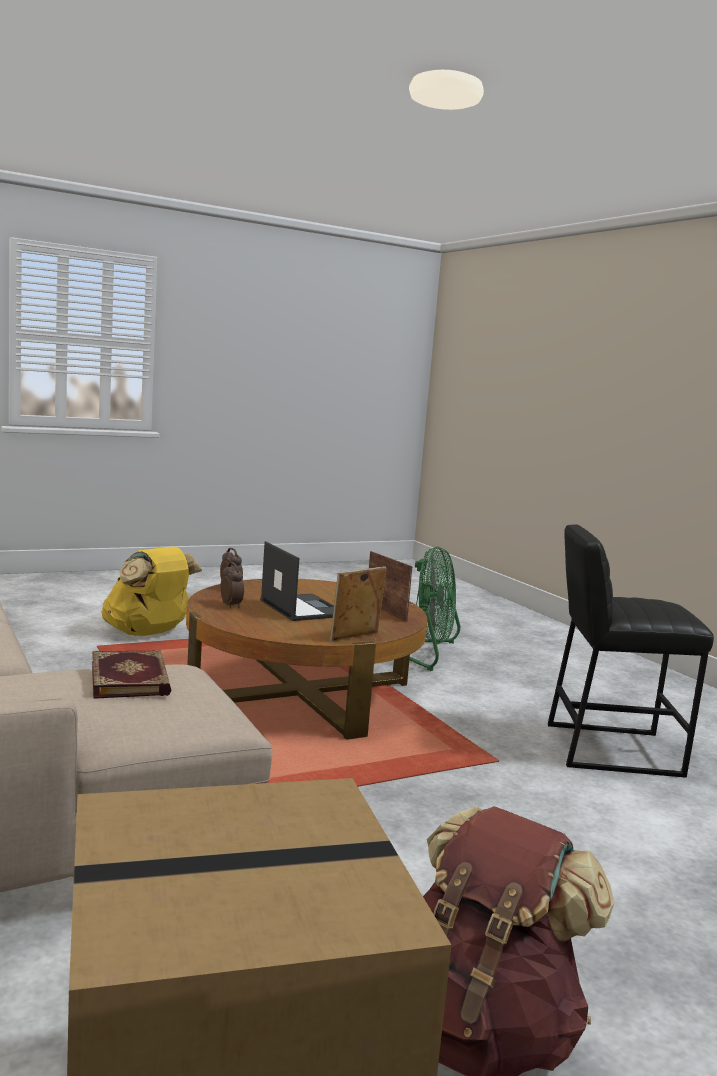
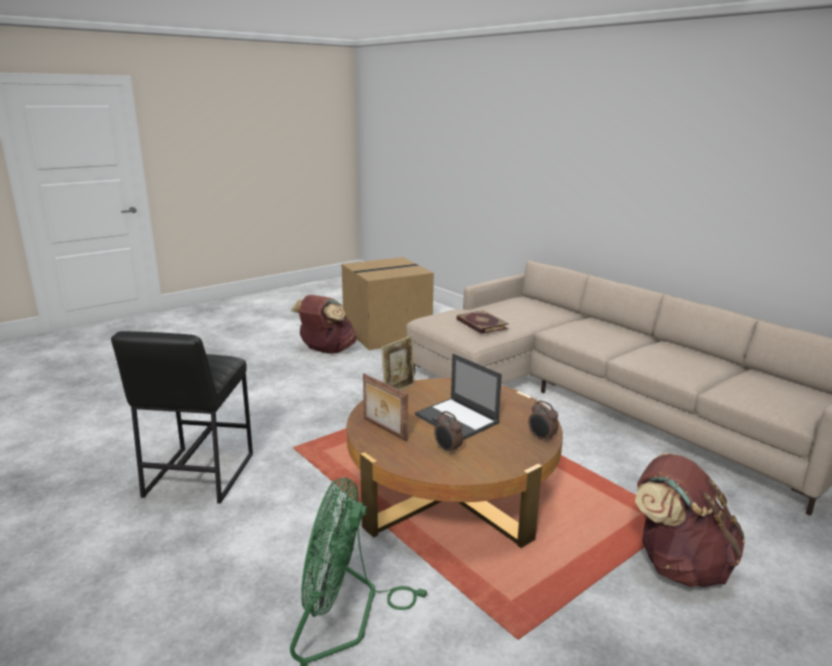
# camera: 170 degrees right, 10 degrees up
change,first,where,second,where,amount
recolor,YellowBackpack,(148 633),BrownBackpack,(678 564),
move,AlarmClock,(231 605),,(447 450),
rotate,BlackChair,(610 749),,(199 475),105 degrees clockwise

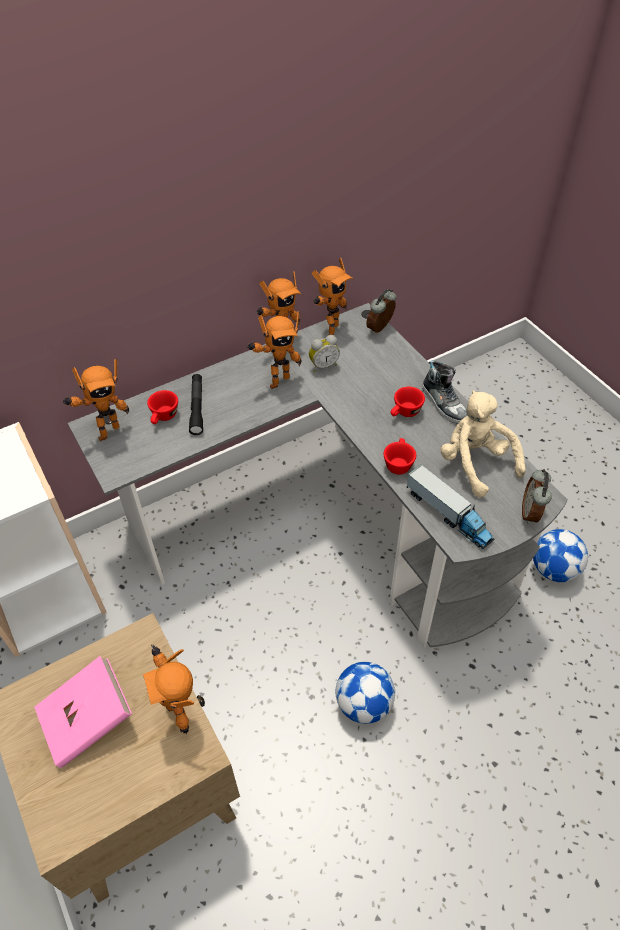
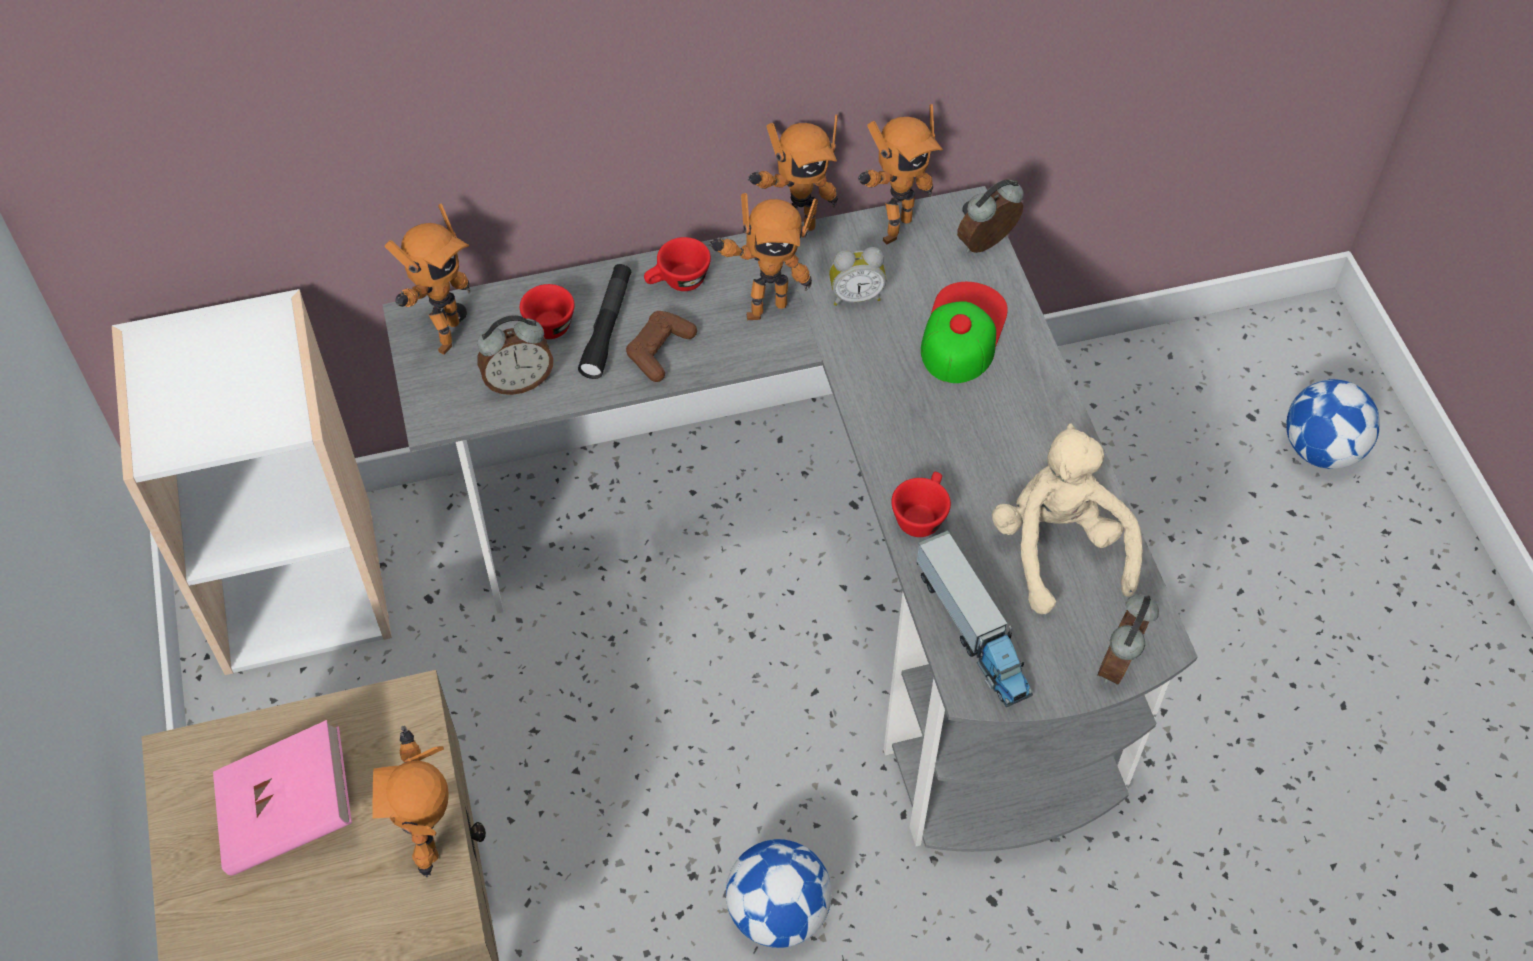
# camera: 15 degrees right, 5 degrees up
change,first,where,second,where,amount
rotate,ToyRobot,(106 431),,(442 336),45 degrees counterclockwise
move,RedCup,(405 413),,(678 282),
delete,Shoe,(444 403),,,
move,Football,(553 569),,(1321 449),
insert,,,AlarmClock,(518 382),
insert,,,BrownGameController,(660 351),
insert,,,Cap,(962 331),

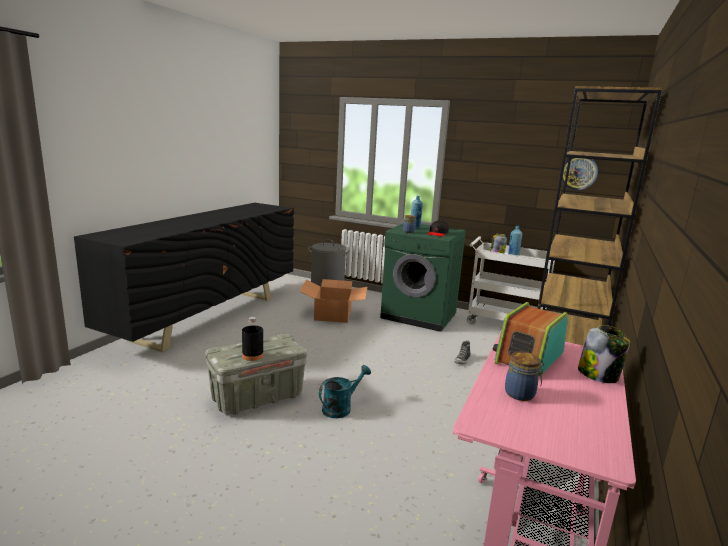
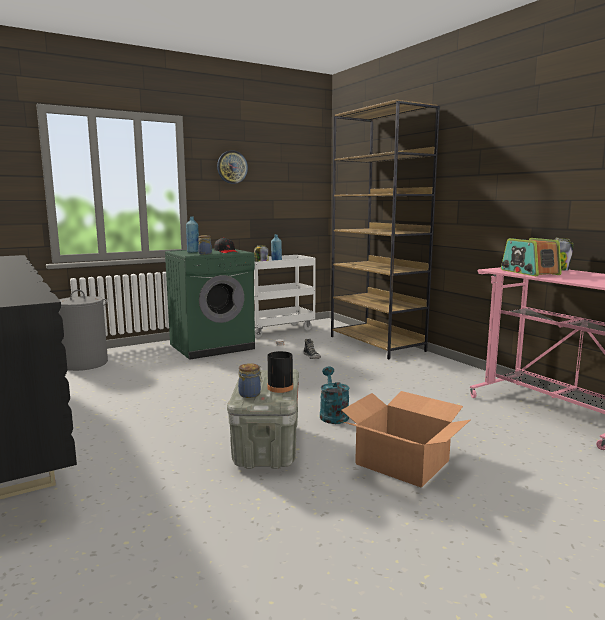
# camera: 55 degrees left, 5 degrees down
change,first,where,second,where,amount
move,CardboardBox,(333 314),,(402 462),
move,Jar,(521 394),,(250 394),
move,WallClock,(578 172),,(232 167),

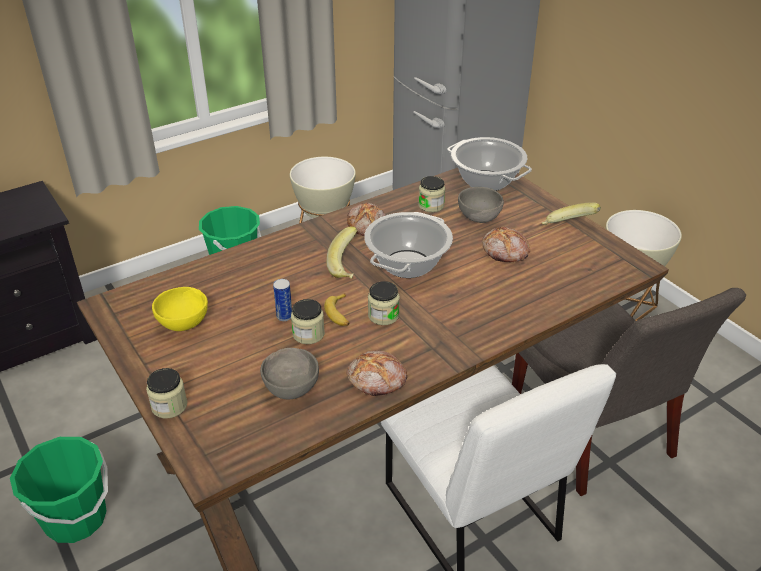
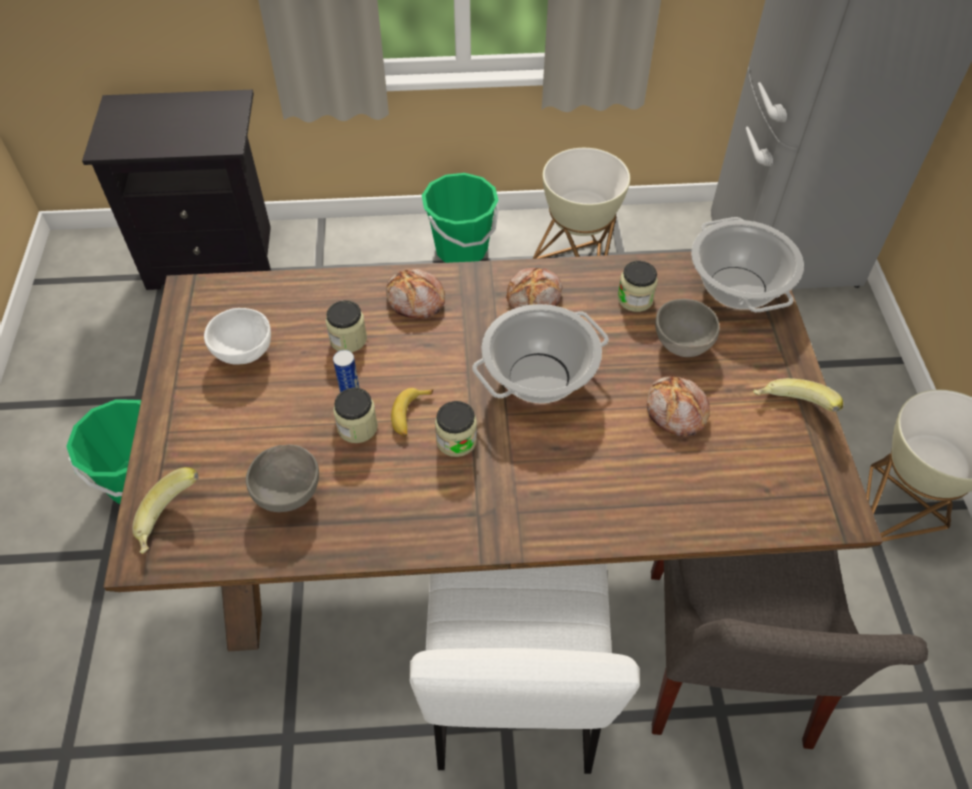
# camera: 30 degrees right, 15 degrees up
change,first,where,second,where,amount
move,Jar,(169 406),,(348 339),
recolor,YellowBowl,(184 324),WhiteBowl,(244 353),
move,Banana,(348 266),,(171 522),
move,Bread,(377 380),,(415 301),

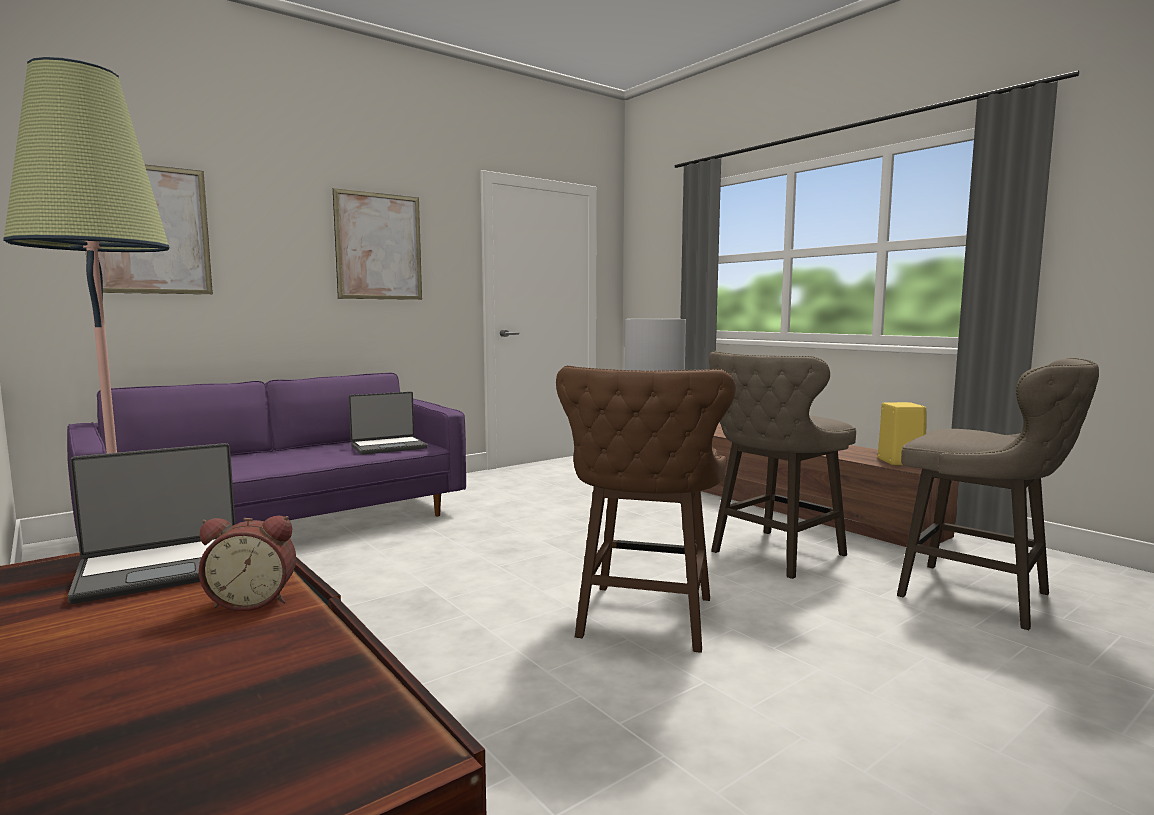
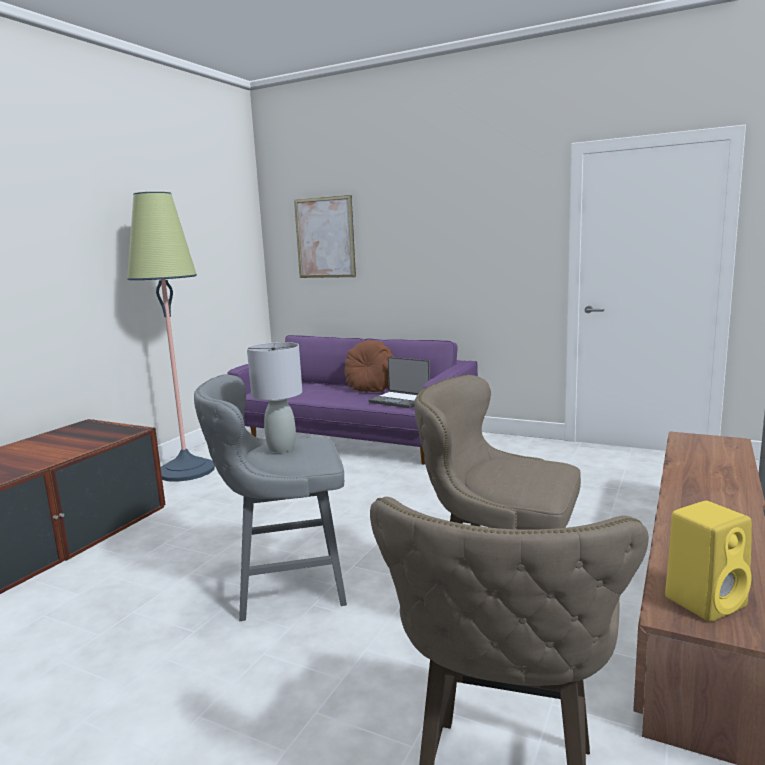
# camera: 65 degrees right, 5 degrees up
change,first,where,second,where,amount
delete,Laptop,(163 569),,,
delete,AlarmClock,(253 601),,,
delete,Picture,(379 246),,,
recolor,BrownStool,(644 620),GreyStool,(283 586),
insert,,,BrownPillow,(370 390),

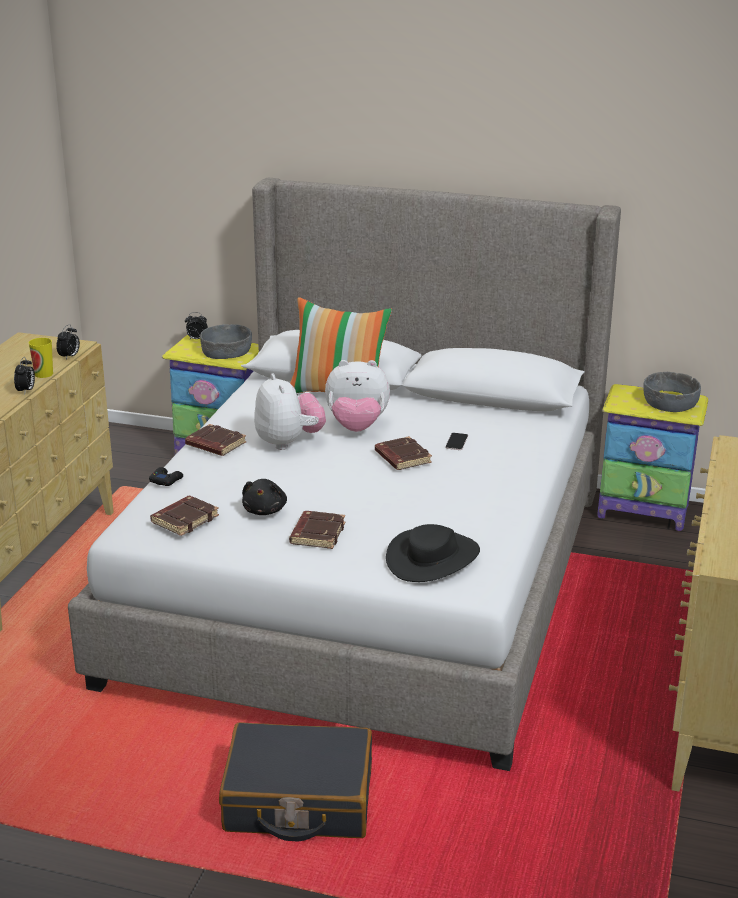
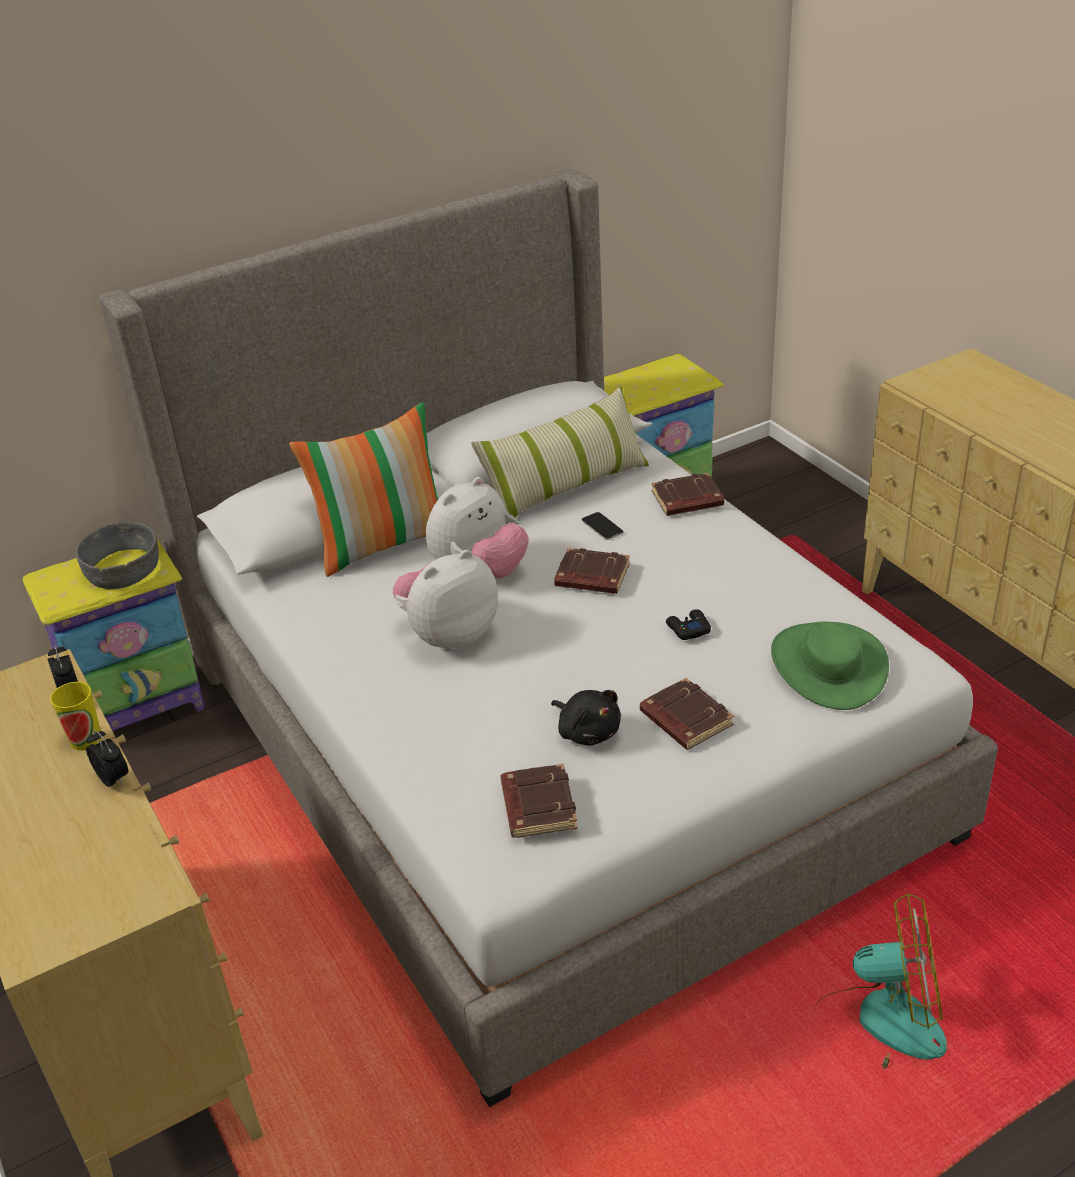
# camera: 45 degrees left, 10 degrees up
change,first,where,second,where,amount
move,BlackGameController,(166 480),,(688 629),
delete,AlarmClock,(196 339),,,
move,BrownBook,(214 445),,(687 500),
replace,BlackSuitcase,(298 800),Fan,(878 1025),
rotate,PlushToy,(289 442),,(449 634),60 degrees counterclockwise
recolor,BlackHat,(433 558),GreenHat,(828 666),
delete,GreyBowl,(670 402),,,
insert,,,Pillow,(565 487),

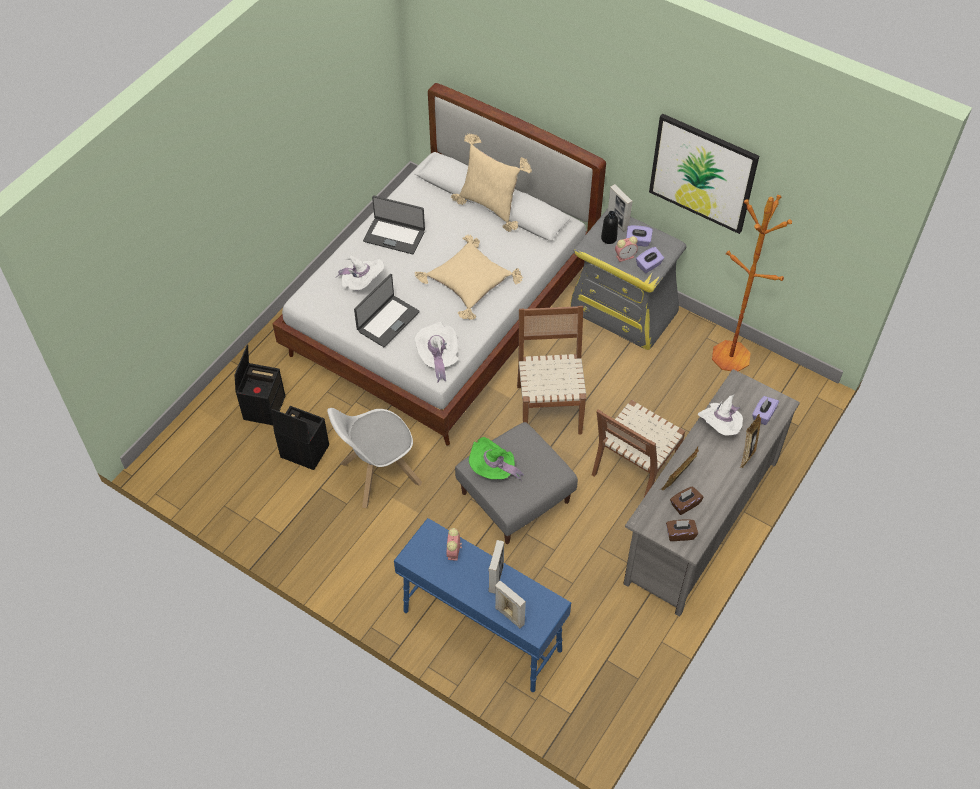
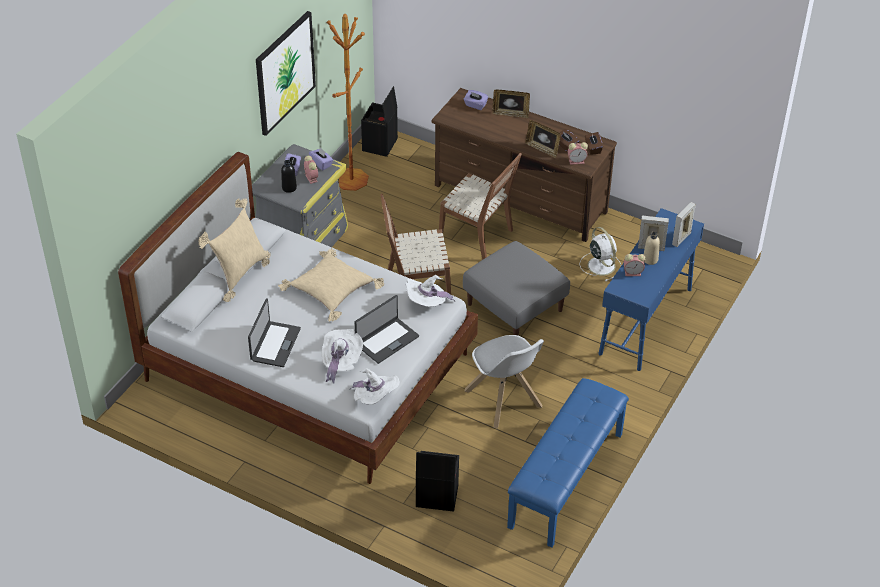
# camera: 95 degrees left, 10 degrees down
change,first,where,second,where,amount
move,BlackStorageBox,(303 451),,(380 145),
rotate,Laptop,(387 321),,(386 340),105 degrees clockwise
delete,GreenHat,(493 469),,,
delete,PictureFrame,(618 222),,,
recolor,GreyDresser,(700 521),BrownDresser,(520 200),
move,WhiteHat,(720 427),,(375 399),
insert,,,BlueBench,(566 480),
insert,,,AlarmClock,(577 161),
insert,,,WhiteFan,(600 265),
insert,,,BeigeBottle,(650 259),

